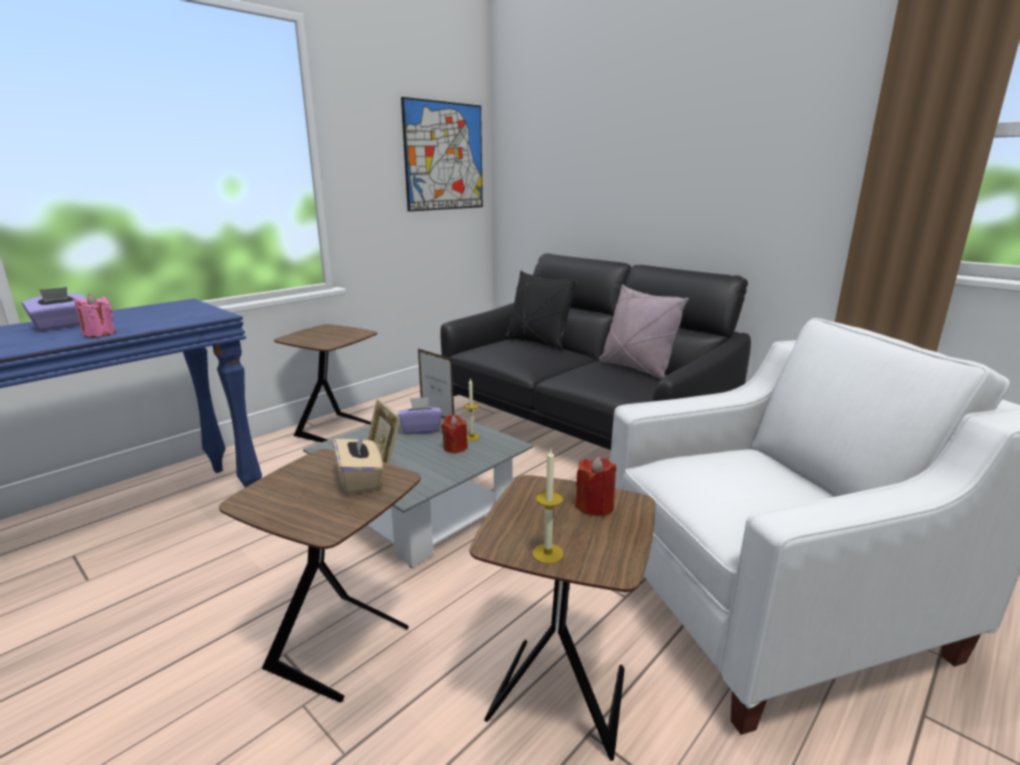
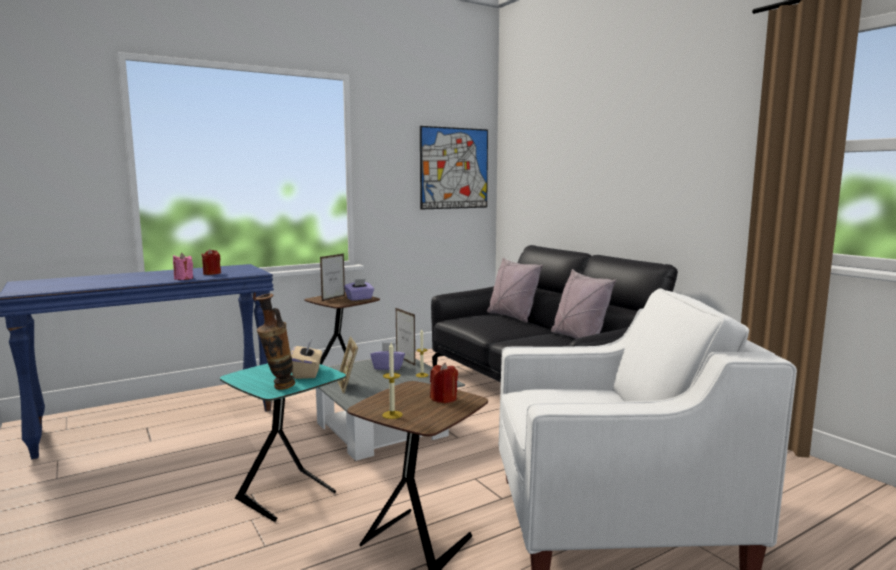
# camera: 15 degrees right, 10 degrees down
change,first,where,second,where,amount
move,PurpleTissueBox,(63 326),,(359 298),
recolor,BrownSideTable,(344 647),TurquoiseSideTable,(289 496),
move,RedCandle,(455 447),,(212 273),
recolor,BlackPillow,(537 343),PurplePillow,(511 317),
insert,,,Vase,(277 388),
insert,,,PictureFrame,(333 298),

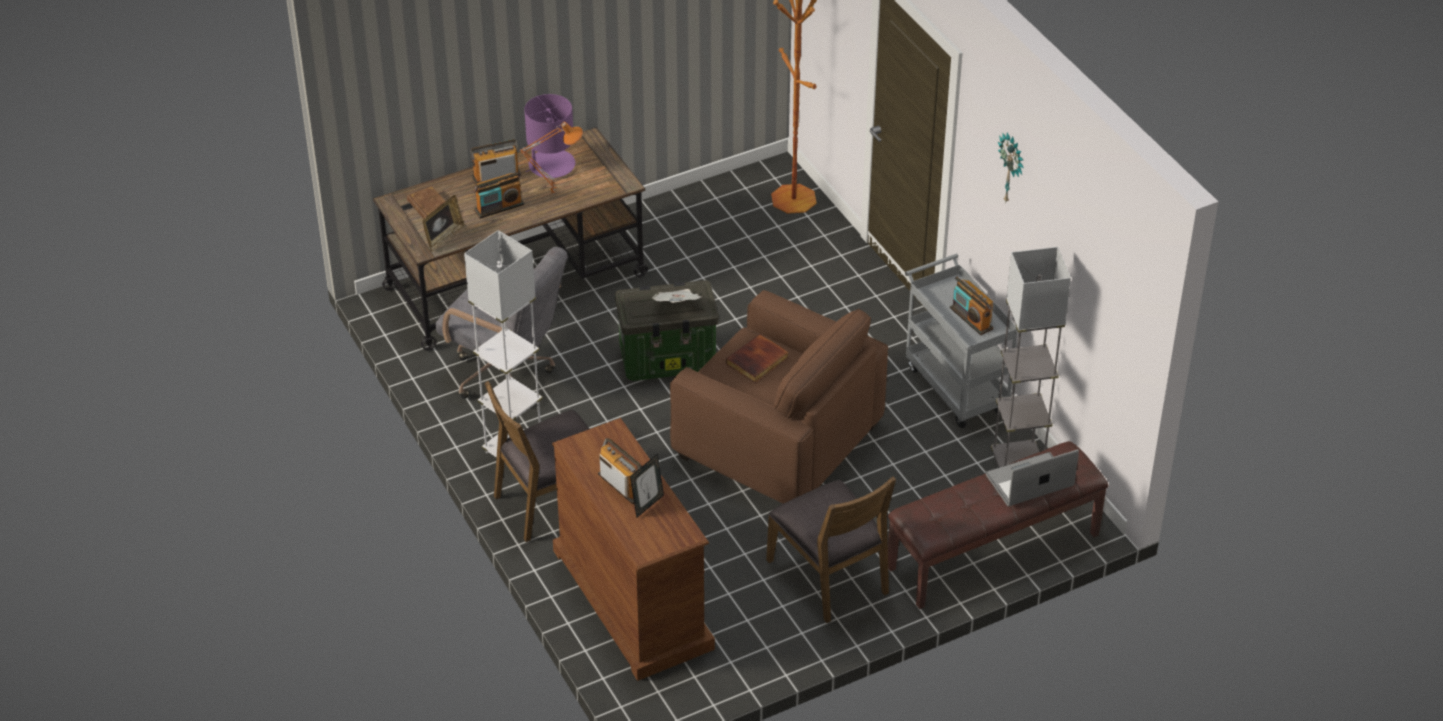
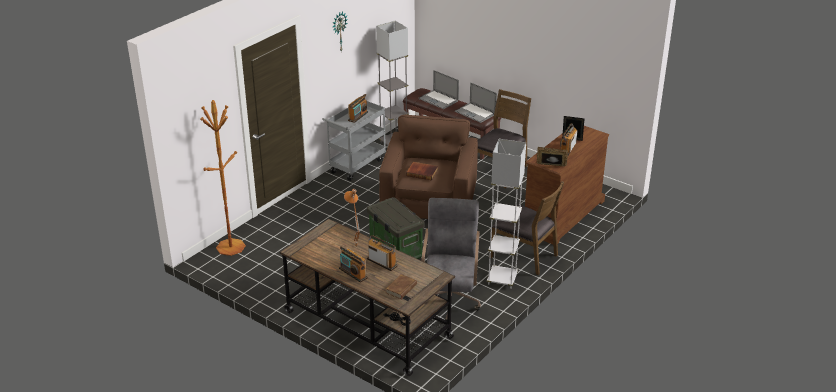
# camera: 115 degrees left, 10 degrees down
change,first,where,second,where,amount
move,PictureFrame,(443 237),,(551 166),
delete,PurpleTableLamp,(551 165),,,
delete,Newspaper,(677 306),,,
insert,,,Laptop,(475 113),

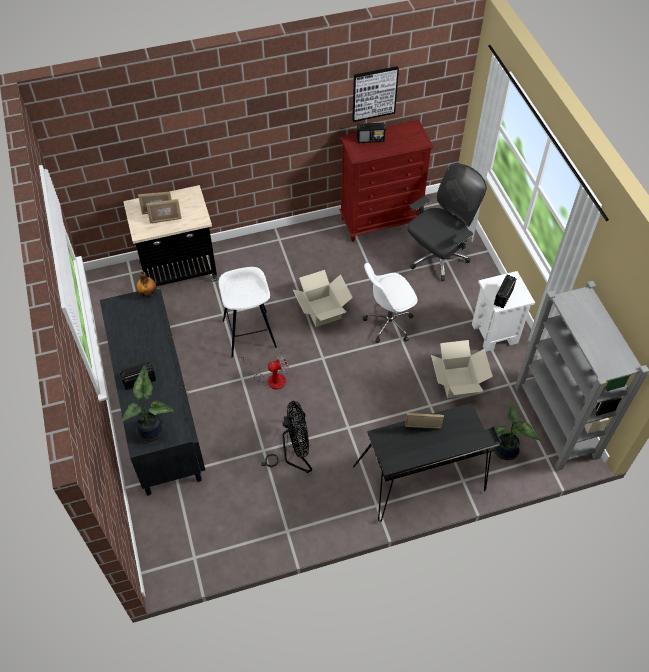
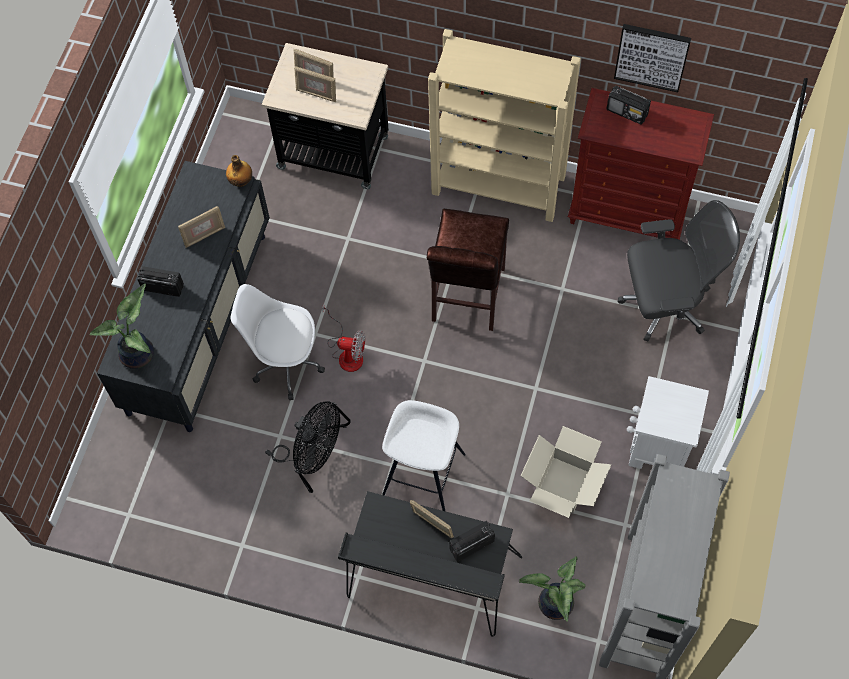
# camera: 35 degrees right, 10 degrees up
change,first,where,second,where,amount
move,WhiteStool,(249 333),,(424 475),
replace,CardboardBox,(322 311),BrownStool,(466 299),
move,WhiteOfficeChair,(387 325),,(286 365),
move,Radio,(503 297),,(471 545),
insert,,,PictureFrame,(204 236),
insert,,,BeigeBookcase,(498 184),

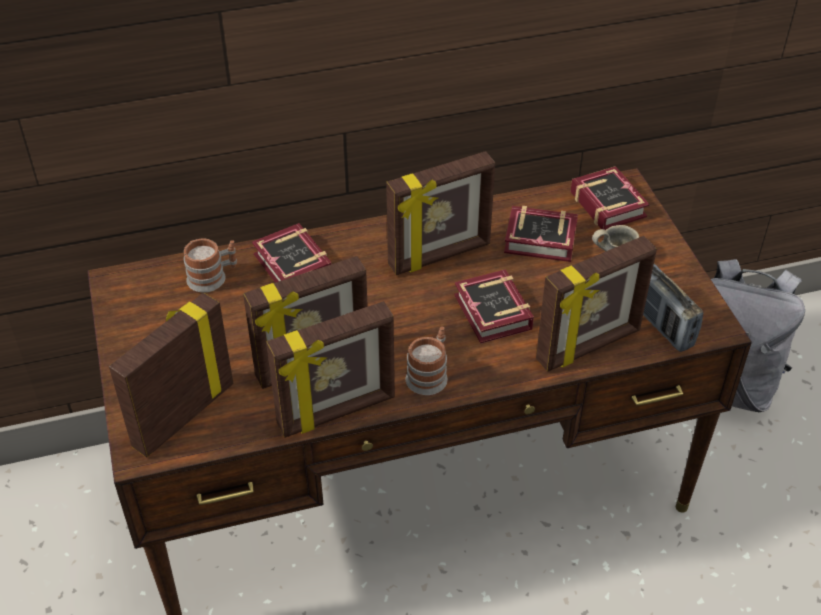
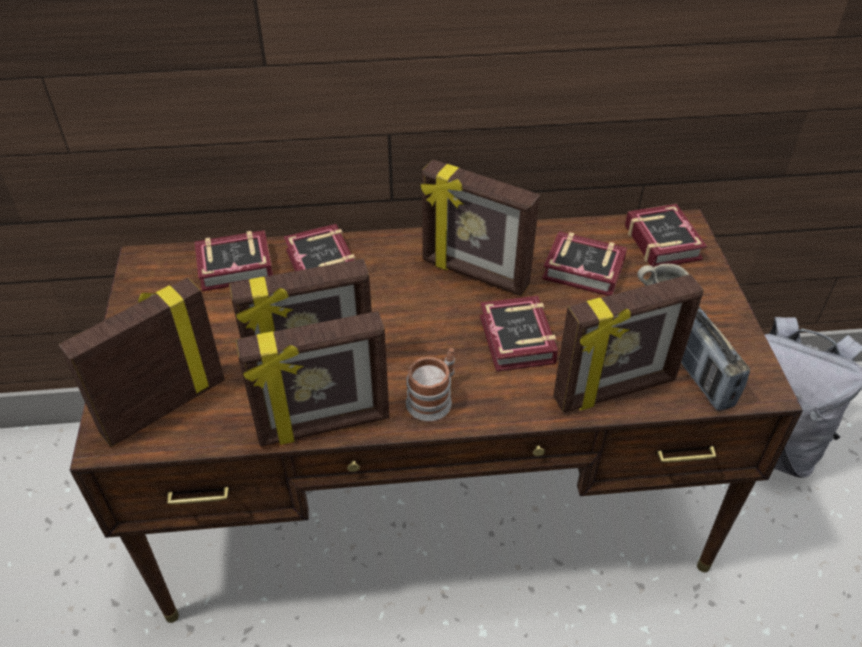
# camera: 10 degrees right, 0 degrees up
change,first,where,second,where,amount
replace,Mug,(213 277),Book,(239 268),
rotate,PictureFrame,(440 256),,(474 274),45 degrees clockwise

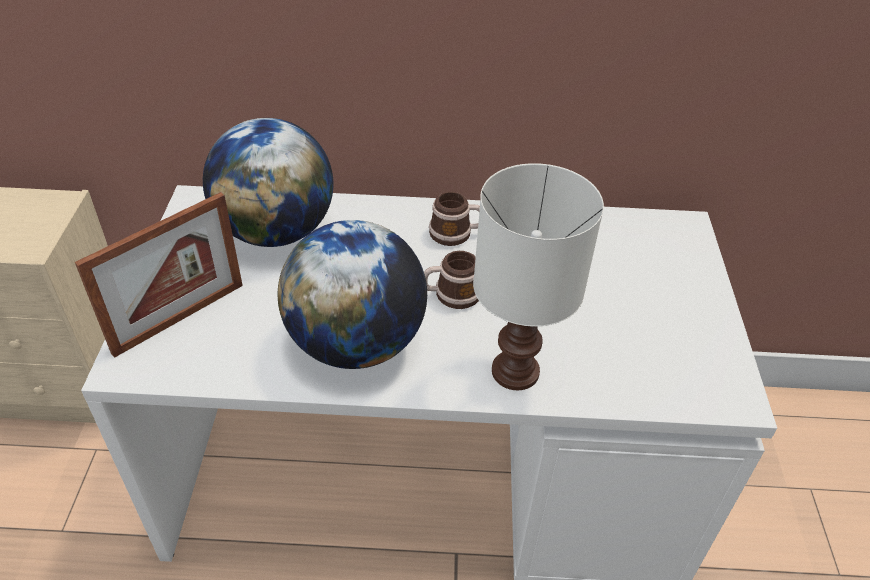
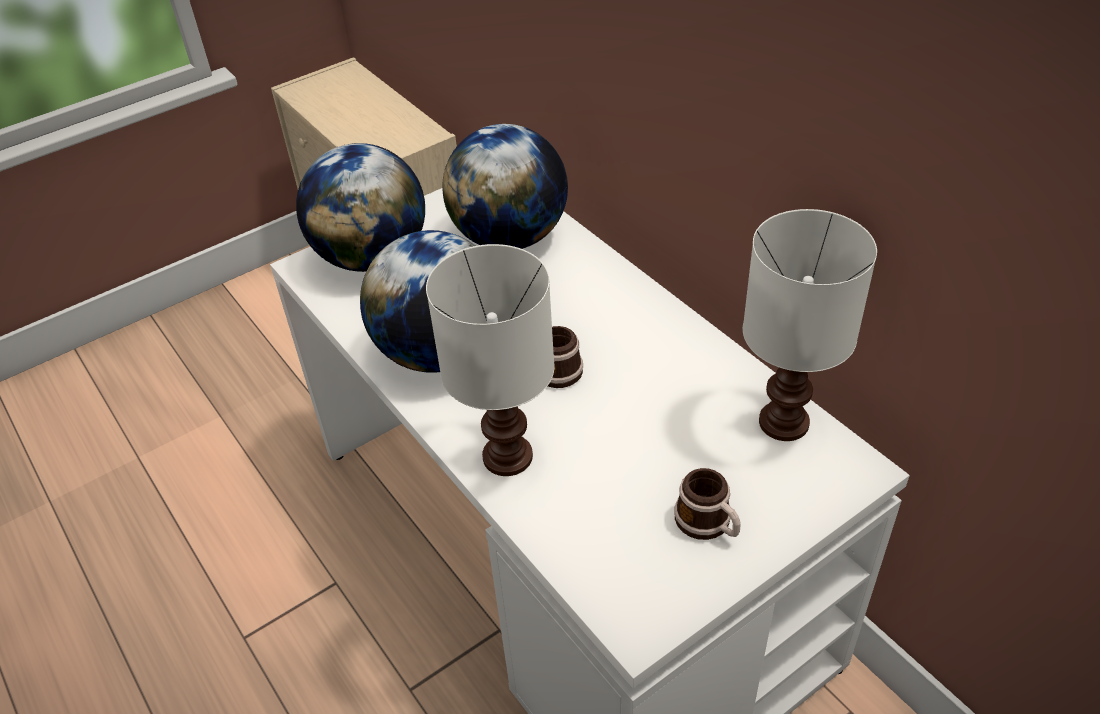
# camera: 55 degrees right, 0 degrees up
change,first,where,second,where,amount
replace,PictureFrame,(179 318),Globe,(372 257),
move,Mug,(456 233),,(708 524),
insert,,,WhiteTableLamp,(785 421),

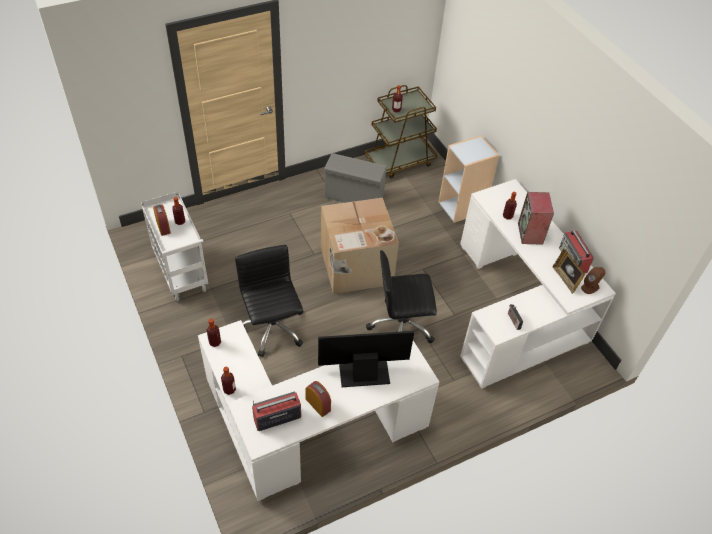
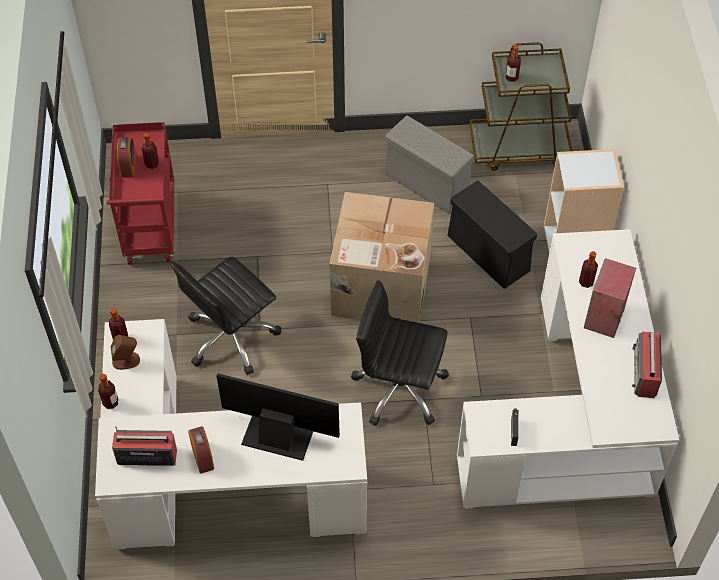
# camera: 25 degrees right, 5 degrees up
change,first,where,second,where,amount
recolor,WhiteCart,(182 274),RedCart,(151 230),
rotate,BlackOfficeChair,(272 328),,(231 338),135 degrees counterclockwise
delete,PictureFrame,(565 279),,,
move,BrownSpeaker,(590 287),,(126 360),
insert,,,BlackStorageBox,(489 254),

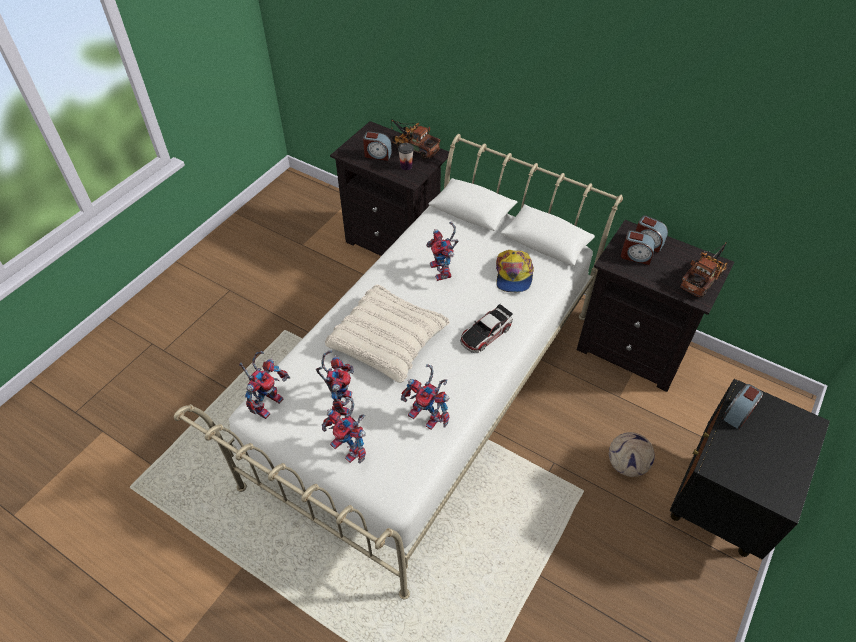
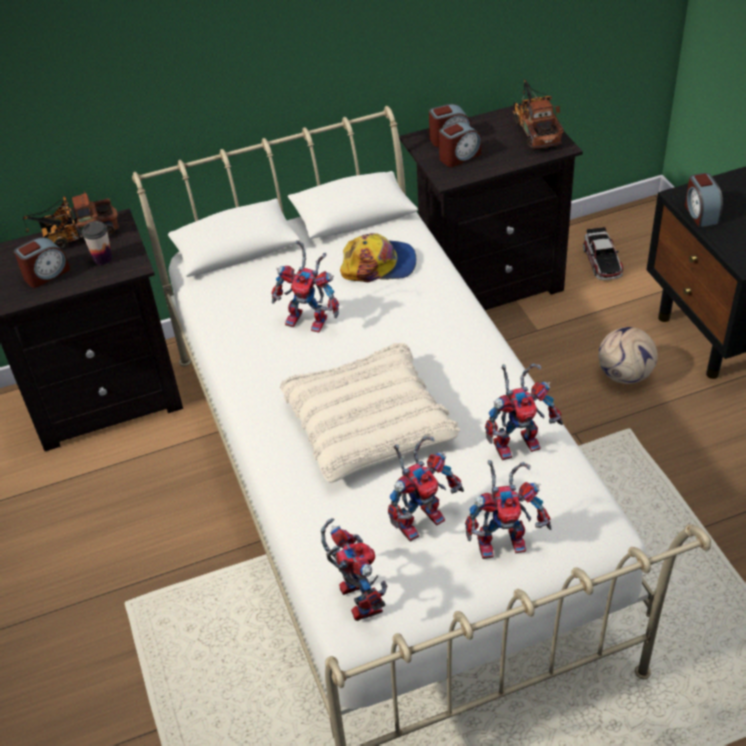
# camera: 50 degrees left, 5 degrees down
change,first,where,second,where,amount
rotate,ToyRobot,(339 400),,(421 517),105 degrees clockwise
move,ToyCar,(486 333),,(602 260),
rotate,Cap,(513 275),,(379 264),45 degrees counterclockwise

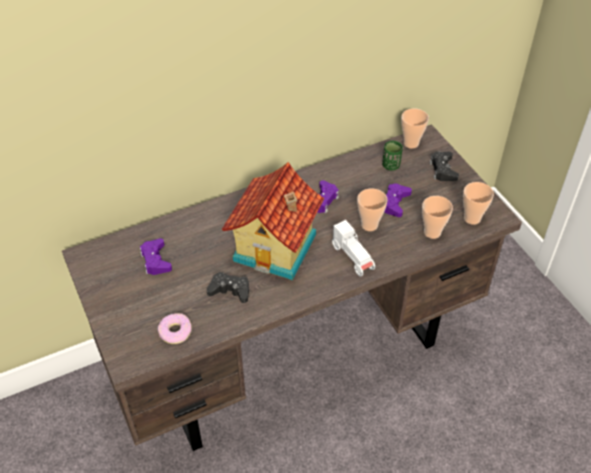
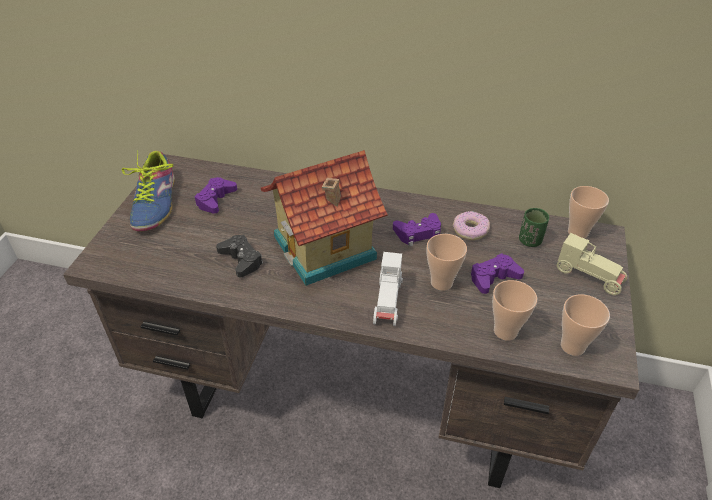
# camera: 40 degrees right, 5 degrees down
change,first,where,second,where,amount
move,Donut,(175 332),,(470 230),
replace,BlackGameController,(443 170),BeigeToyCar,(589 276),
insert,,,Shoe,(155 203),

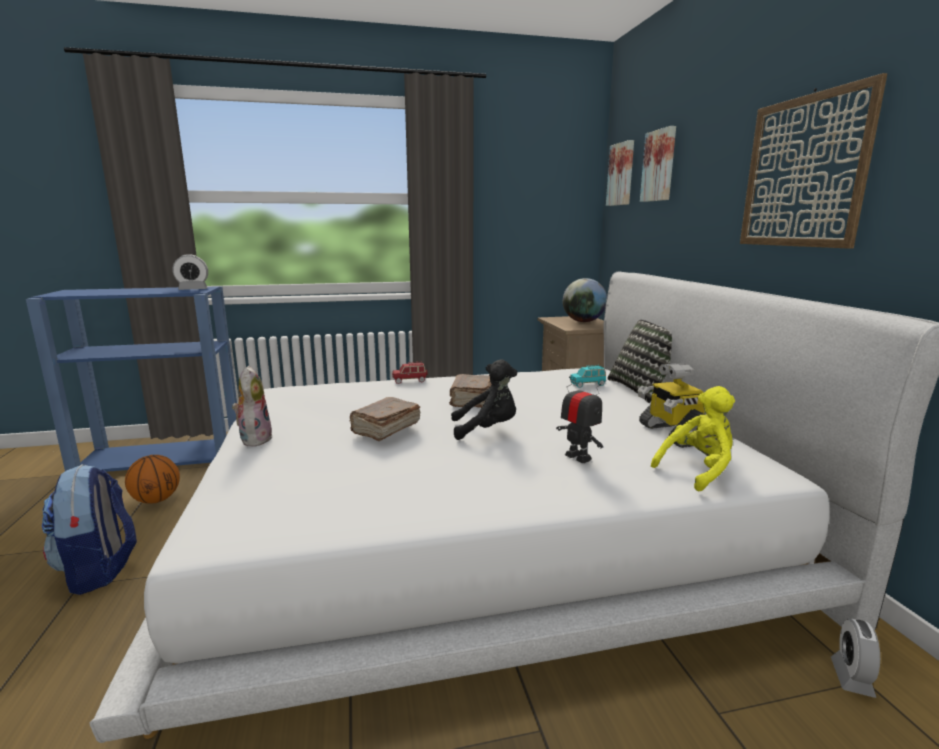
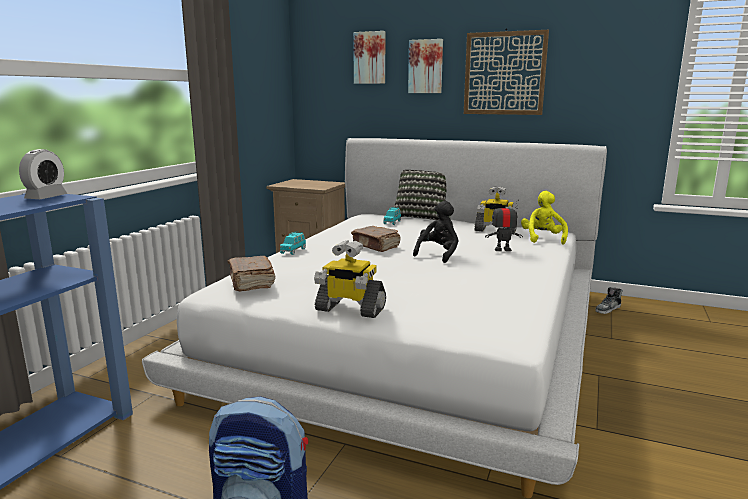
# camera: 55 degrees left, 0 degrees up
change,first,where,second,where,amount
delete,Basketball,(156 500),,,
replace,PlushToy,(254 439),ToyRobot,(349 309),
move,BrownBook,(385 429),,(251 282),
recolor,RedToyCar,(410 381),TurquoiseToyCar,(293 251),
delete,Globe,(583 321),,,
move,Picture,(621 174),,(426 66),
replace,AlarmClock,(852 677),Shoe,(608 309),

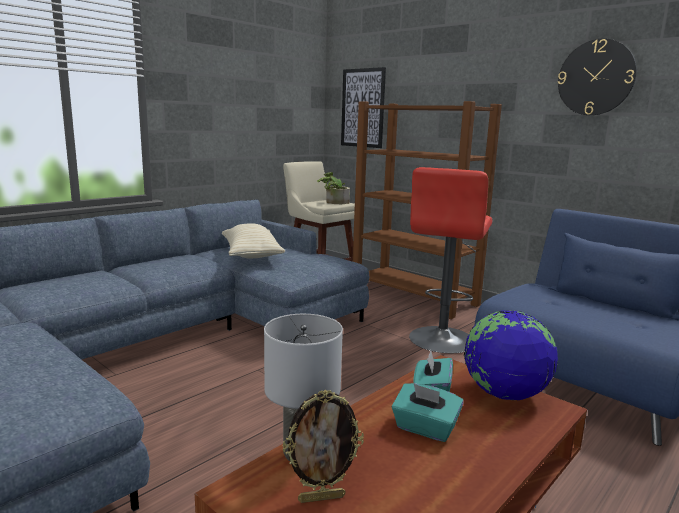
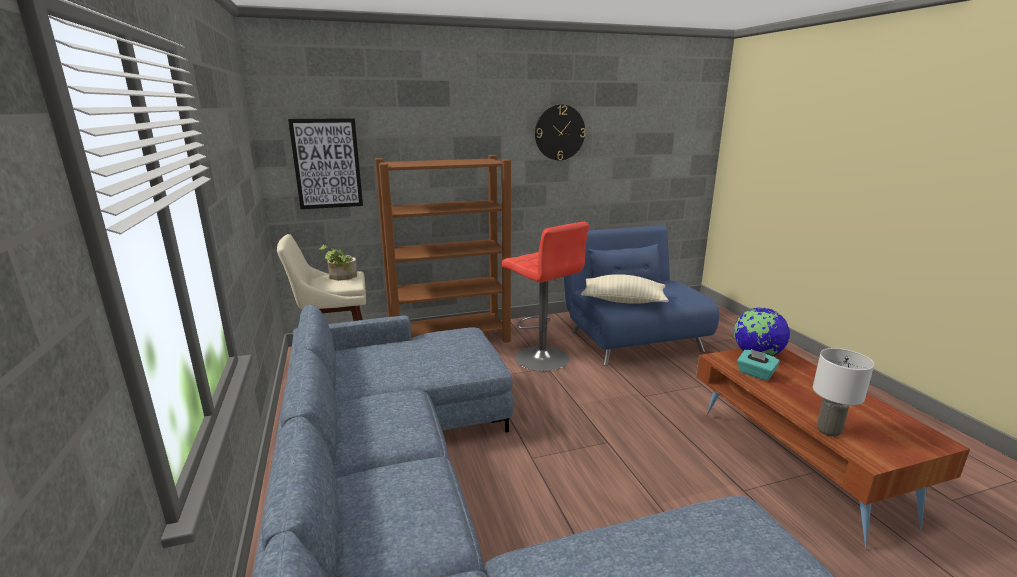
# camera: 60 degrees left, 5 degrees up
change,first,where,second,where,amount
move,BeigePillow,(251 255),,(623 301),
delete,PictureFrame,(321 497),,,
delete,TurquoiseTissueBox,(425 428),,,

